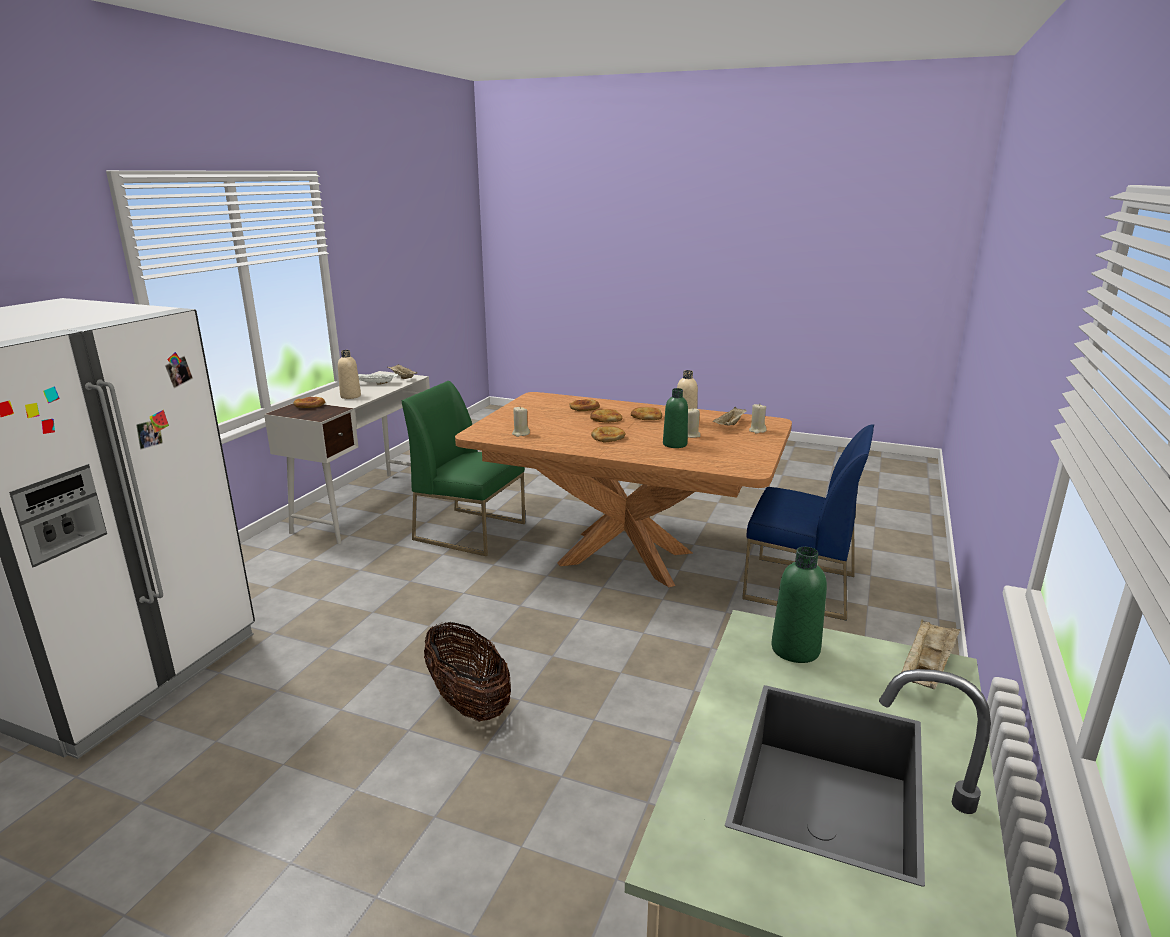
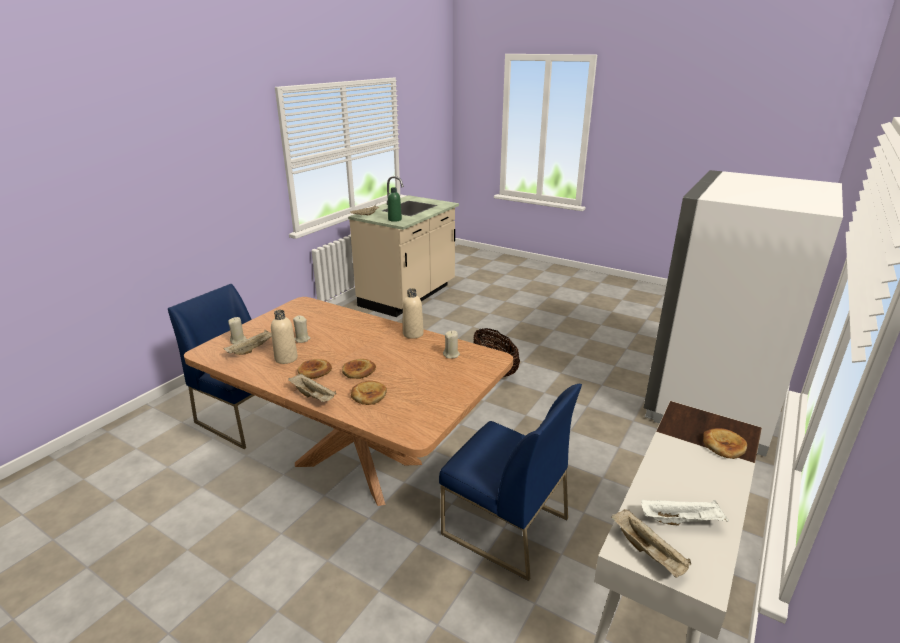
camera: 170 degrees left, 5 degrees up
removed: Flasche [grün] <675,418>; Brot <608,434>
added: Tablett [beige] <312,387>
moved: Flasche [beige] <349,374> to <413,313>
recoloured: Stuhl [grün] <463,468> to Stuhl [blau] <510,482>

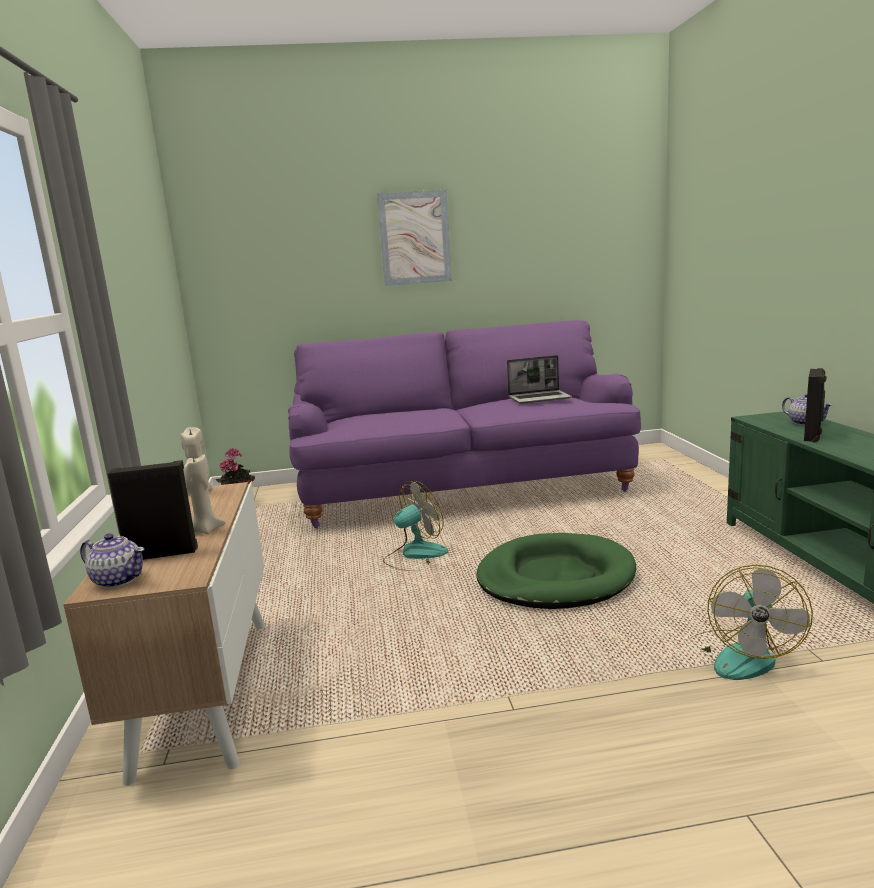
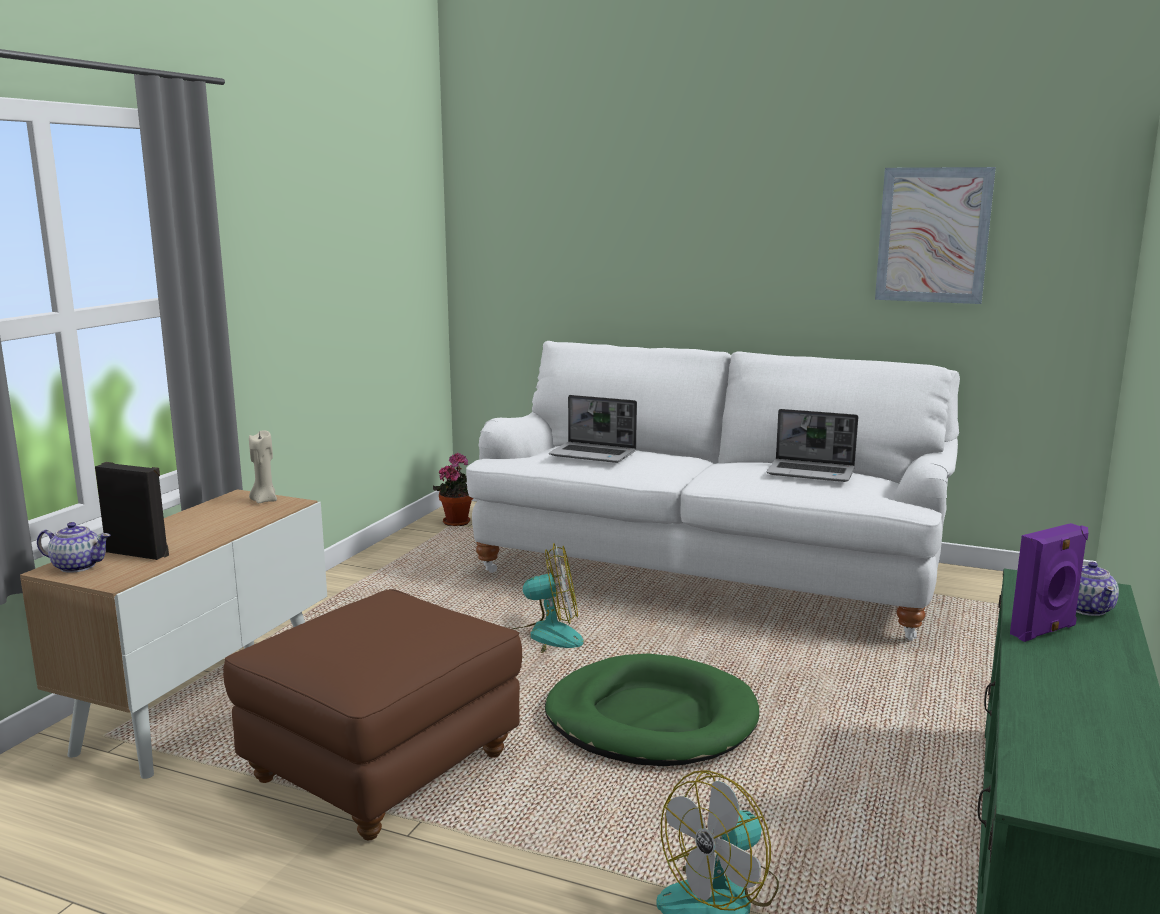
camera: 30 degrees right, 0 degrees up
removed: Kerze [beige] <204,494>
added: Laptop <593,429>; Polsterhocker [braun] <372,714>
moved: Bild <414,238> to <935,235>
recoloured: Sofa [lila] <464,424> to Sofa [weiß] <713,491>; Lautsprecher [schwarz] <815,405> to Lautsprecher [lila] <1049,582>
turned: Teekanne <112,560> = <74,547> 45 degrees counterclockwise

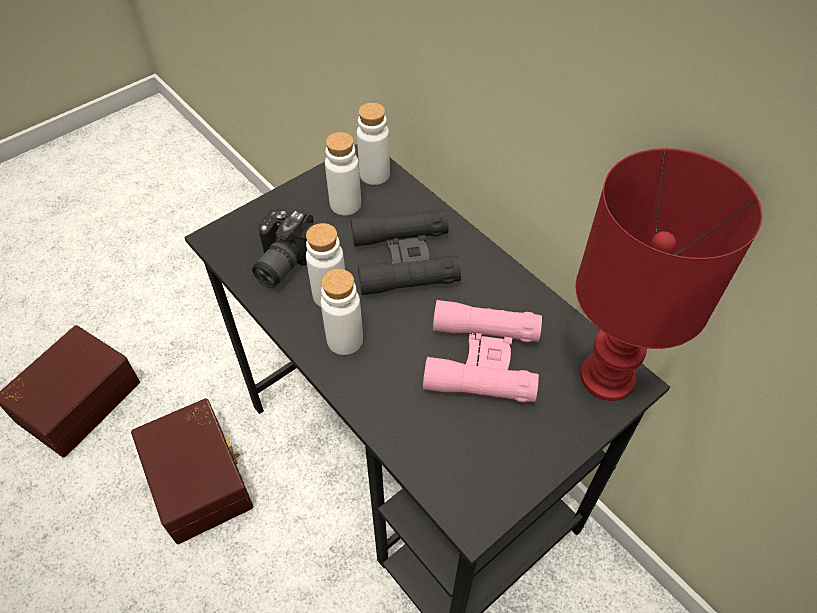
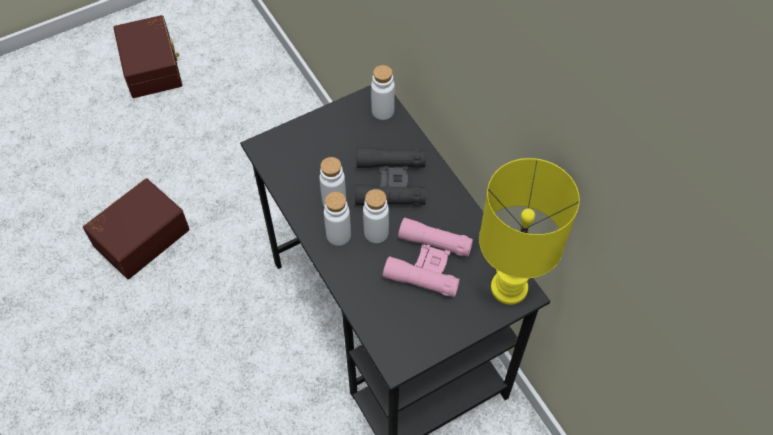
camera: 10 degrees right, 5 degrees up
removed: Kamera <283,248>
moved: Flasche [weiß] <343,173> to <376,216>; Aufbewahrungsbox [braun] <192,471> to <148,56>
recoloured: Tischlampe [rot] <669,274> to Tischlampe [gelb] <529,231>

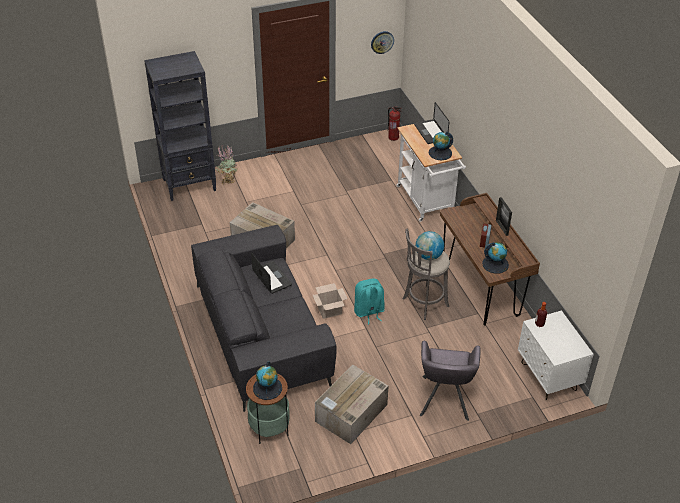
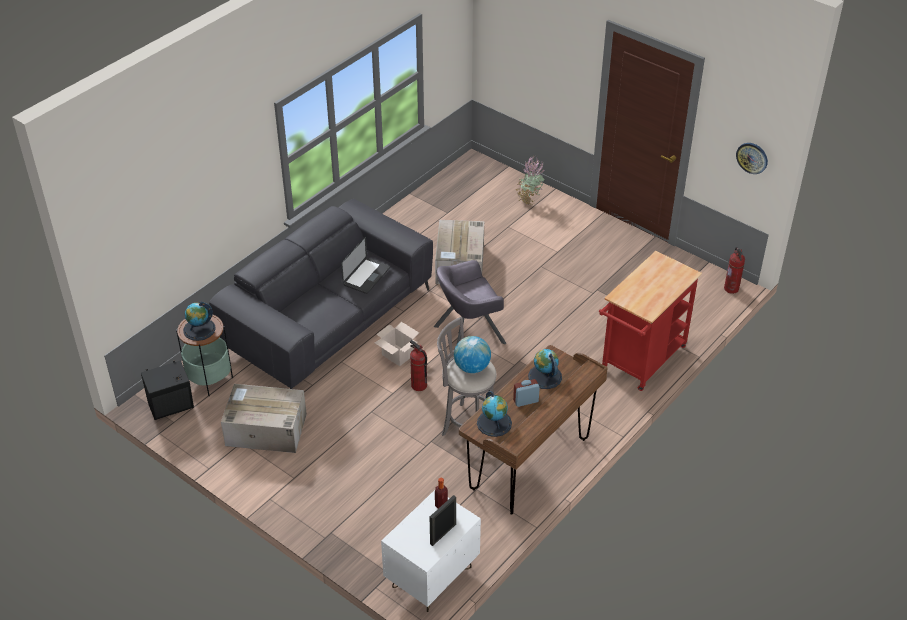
camera: 60 degrees right, 0 degrees up
removed: Bücherregal [schwarz] <180,126>; Laptop <431,123>
added: Lautsprecher [schwarz] <167,390>
moved: Globus <441,146> to <545,369>; Bilderrahmen <504,216> to <443,520>; Sessel [grau] <450,381> to <470,302>
replaced: Rucksack [türkis] <369,301> to Feuerlöscher <418,365>
recoloured: Rollwagen [weiß] <431,173> to Rollwagen [rot] <650,321>

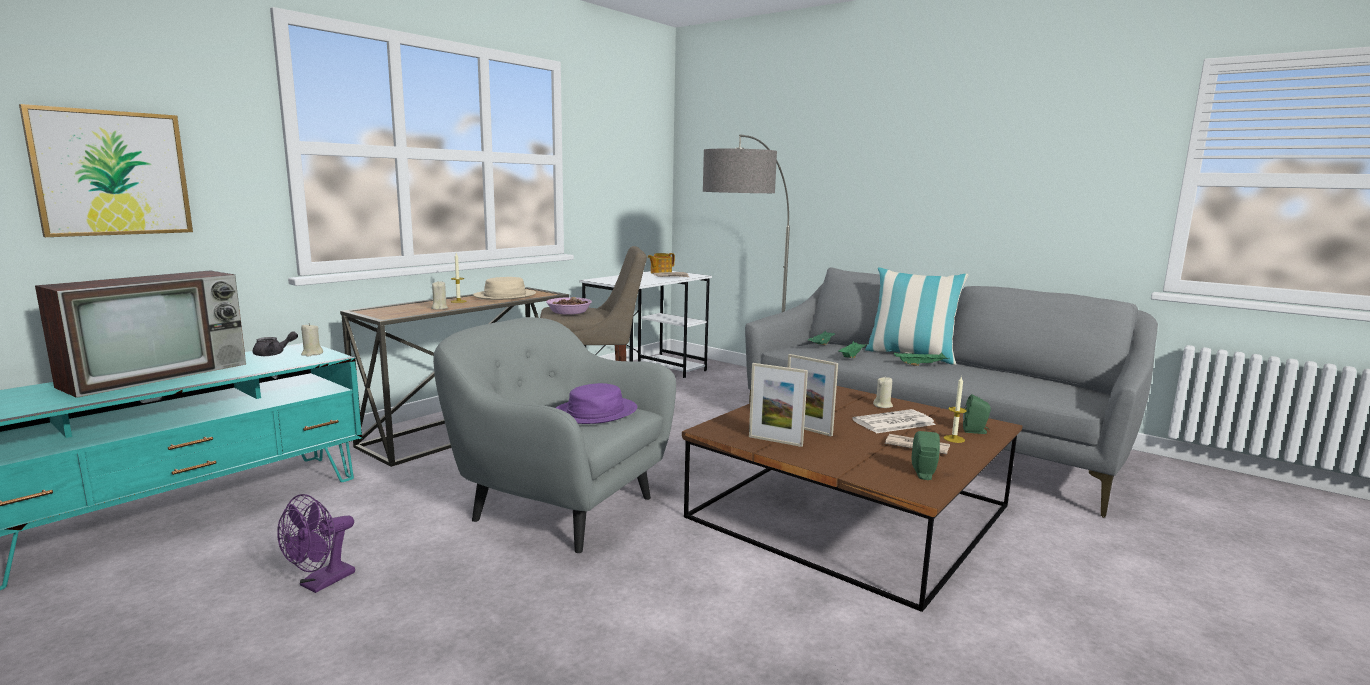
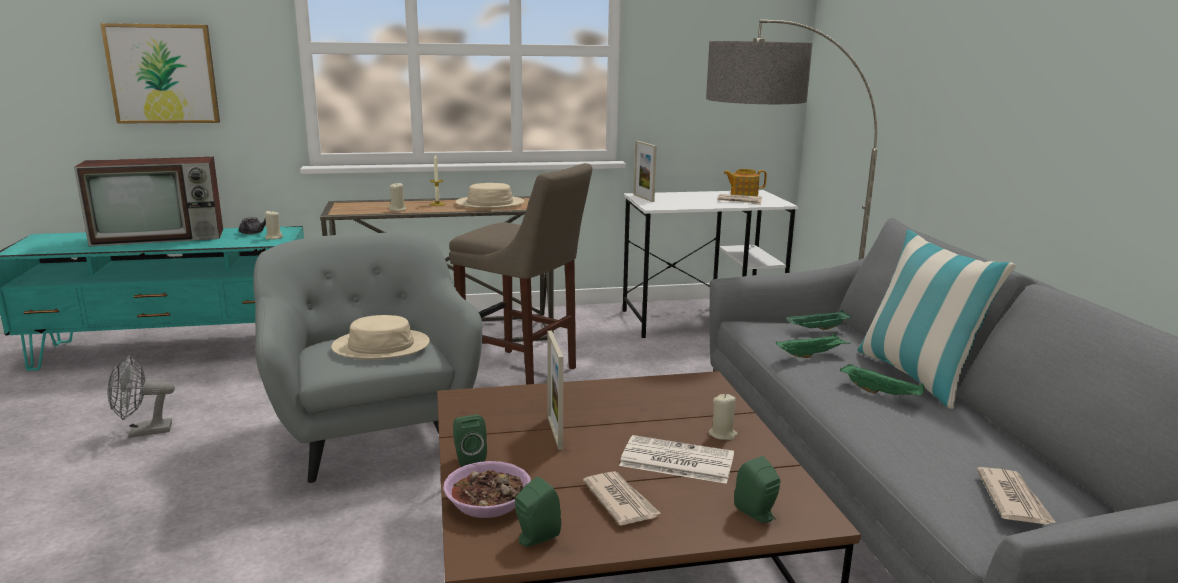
camera: 40 degrees right, 5 degrees up
removed: Kerze <955,409>
added: Lautsprecher [grün] <470,441>; Zeitung <1016,496>
moved: Schüssel <569,306> to <487,489>; Bilderrahmen <778,405> to <645,171>
recoloured: Hut [lila] <596,403> to Hut [beige] <380,337>; Ventilator [lila] <316,543> to Ventilator [grau] <141,396>

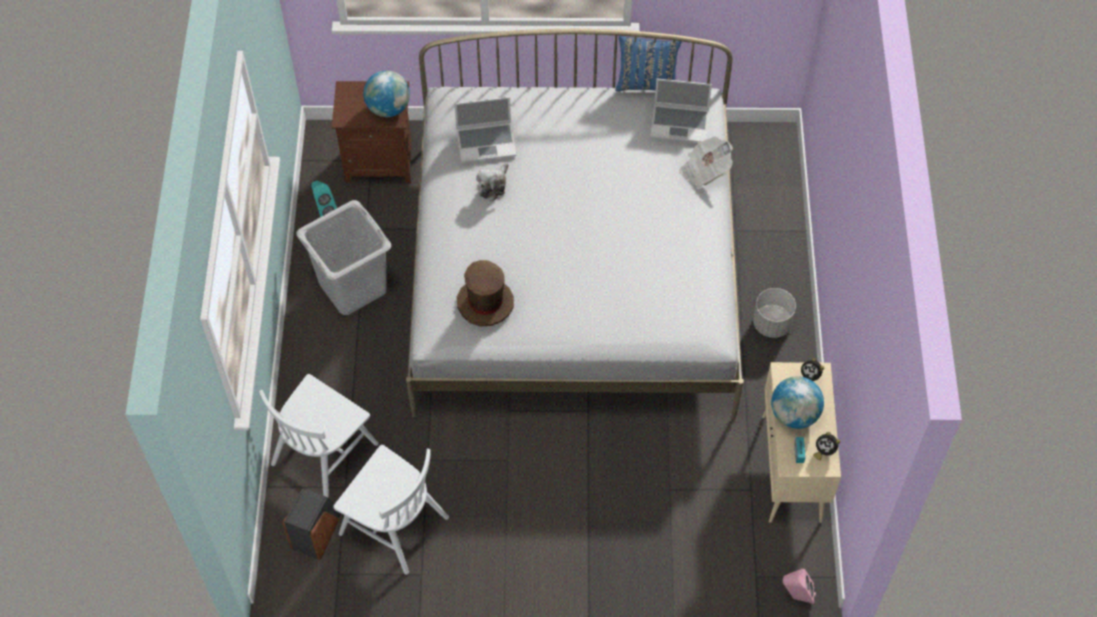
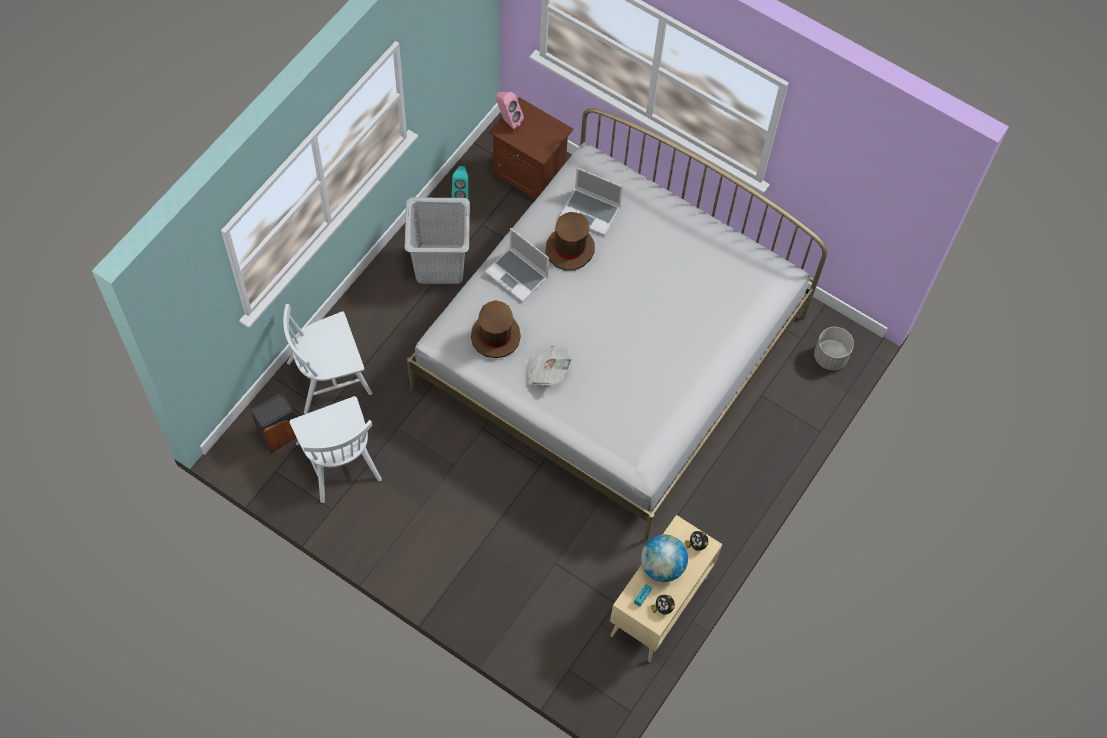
camera: 30 degrees right, 5 degrees up
removed: Kissen [blau] <648,63>; Globus <386,93>
moved: Laptop <681,110> to <517,265>; Zeitung <706,162> to <548,366>; Pflanzkübel [grau] <774,313> to <834,348>; Lautsprecher [rosa] <799,586> to <510,111>
replaced: Plüschtier <492,182> to Hut [braun] <570,241>

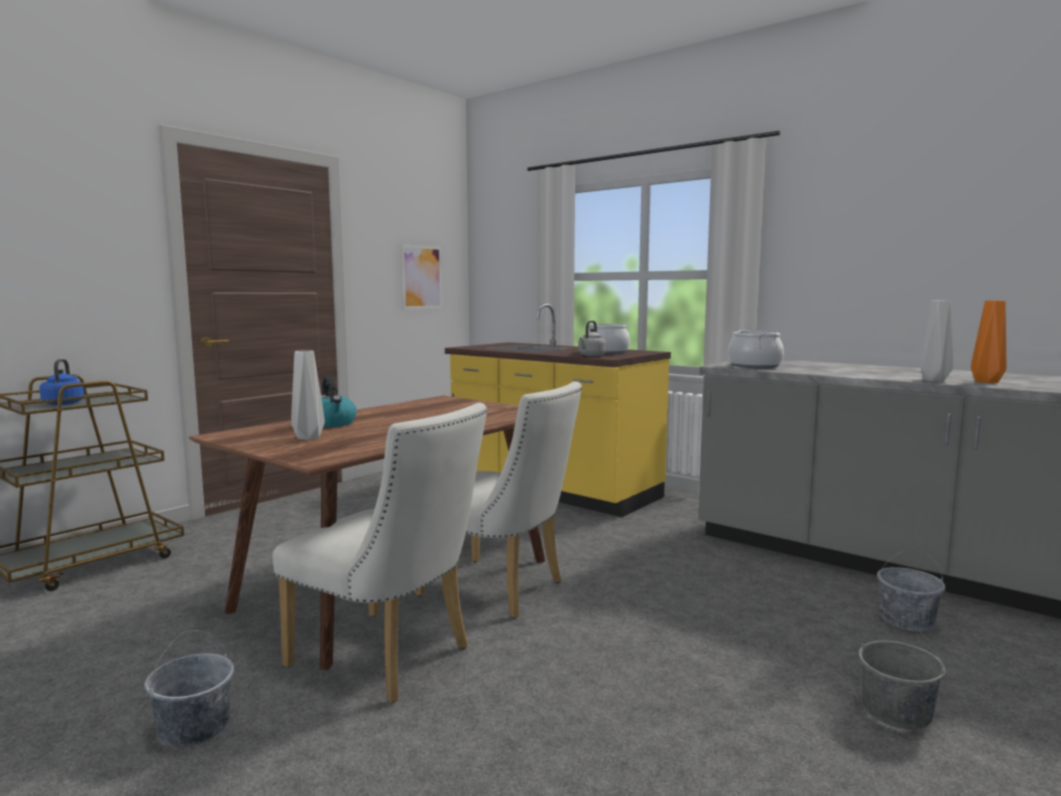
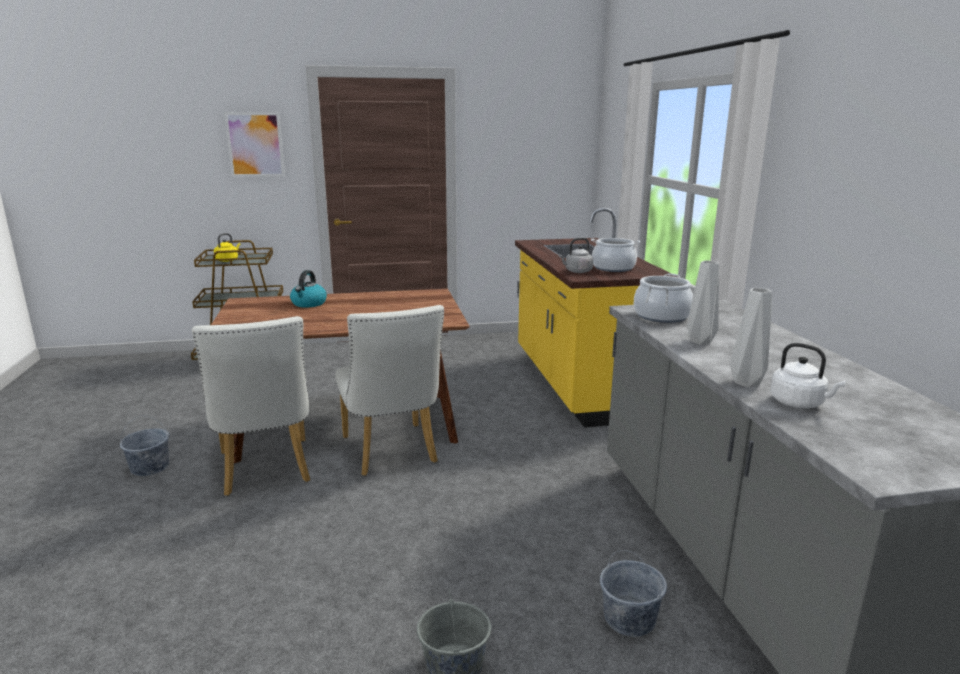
camera: 40 degrees right, 10 degrees up
moved: Bild <421,276> to <254,144>; Vase [grau] <308,395> to <703,302>
replaced: Vase [orange] <988,341> to Wasserkessel [weiß] <808,375>
recoloured: Wasserkessel [blau] <62,382> to Wasserkessel [gelb] <227,247>

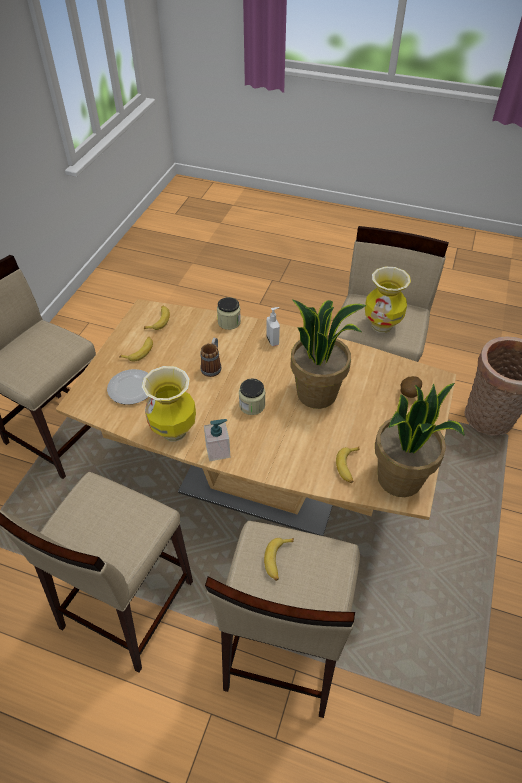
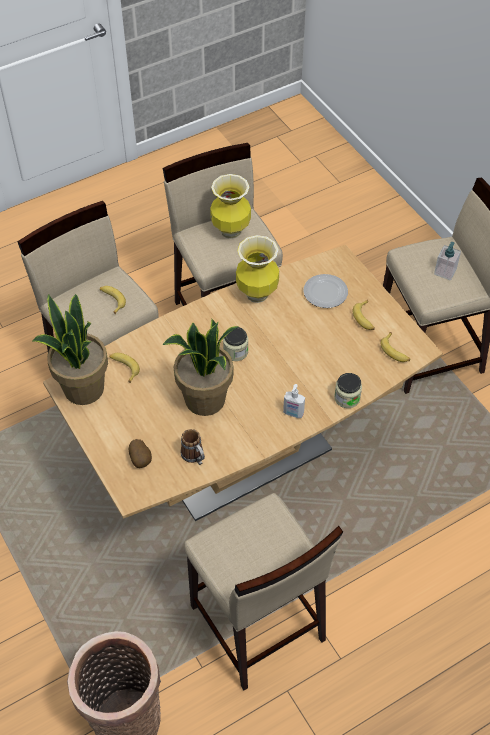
camera: 130 degrees right, 5 degrees up
moved: Vase <388,300> to <230,206>; Henkelbecher <210,357> to <193,447>; Seifenspender <217,440> to <447,261>

